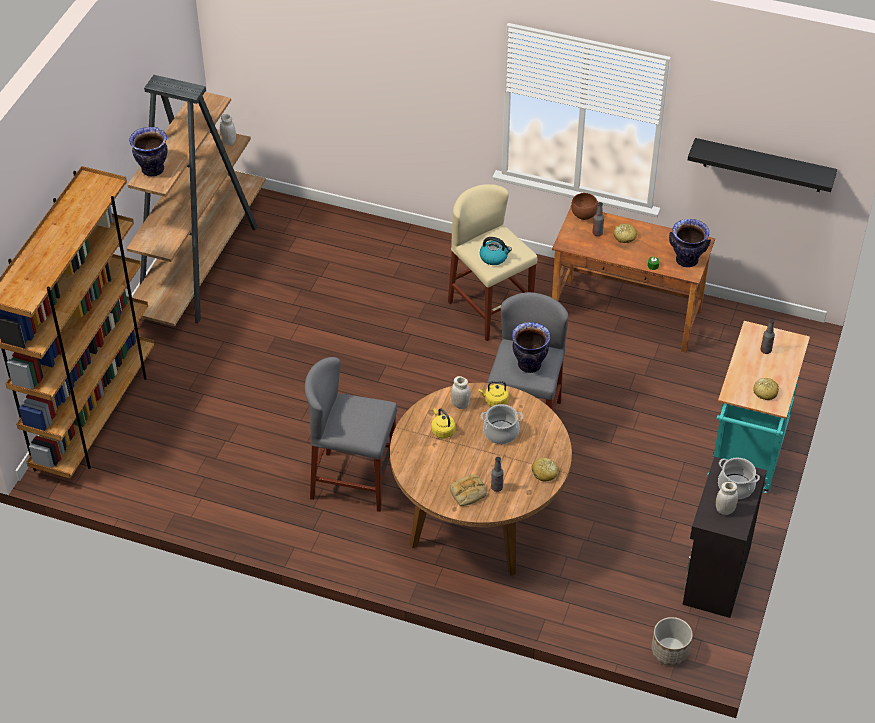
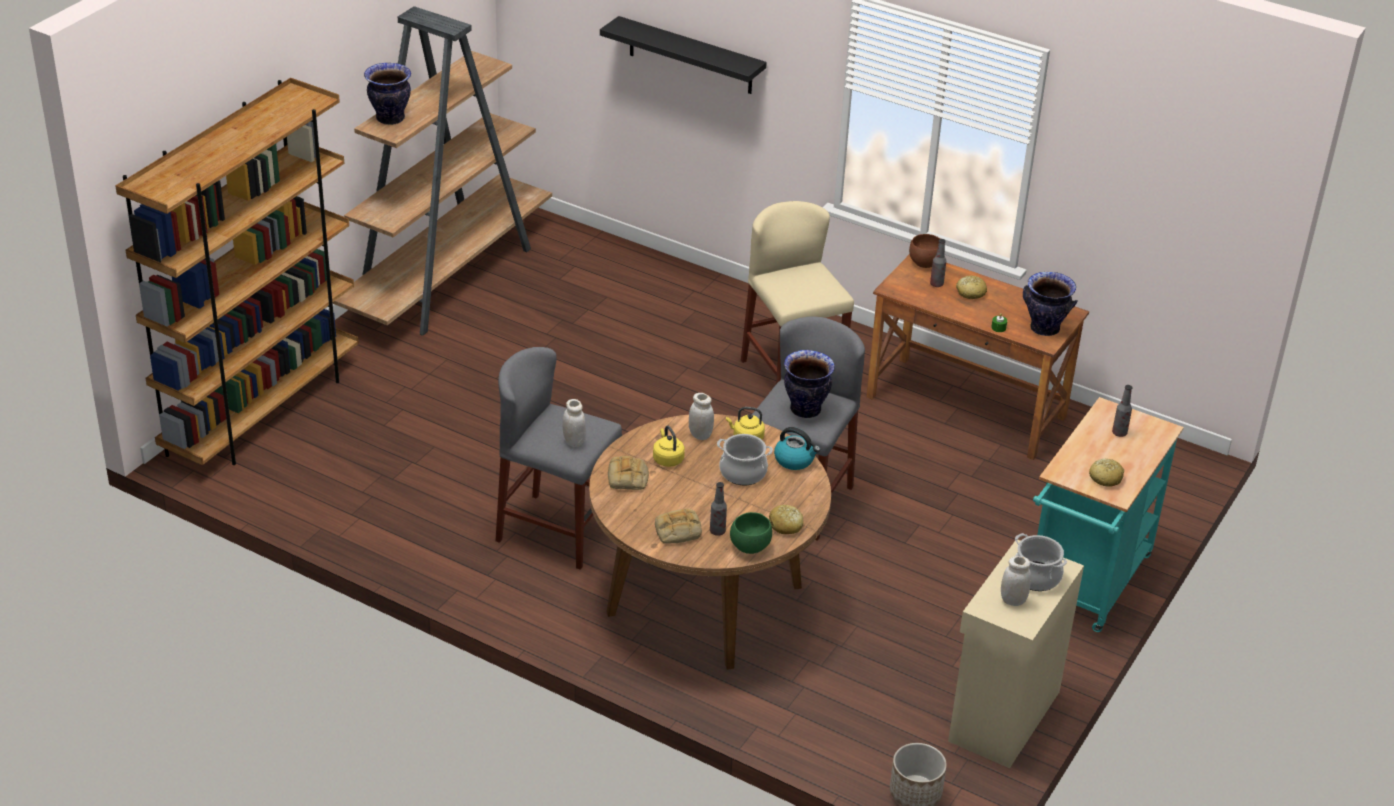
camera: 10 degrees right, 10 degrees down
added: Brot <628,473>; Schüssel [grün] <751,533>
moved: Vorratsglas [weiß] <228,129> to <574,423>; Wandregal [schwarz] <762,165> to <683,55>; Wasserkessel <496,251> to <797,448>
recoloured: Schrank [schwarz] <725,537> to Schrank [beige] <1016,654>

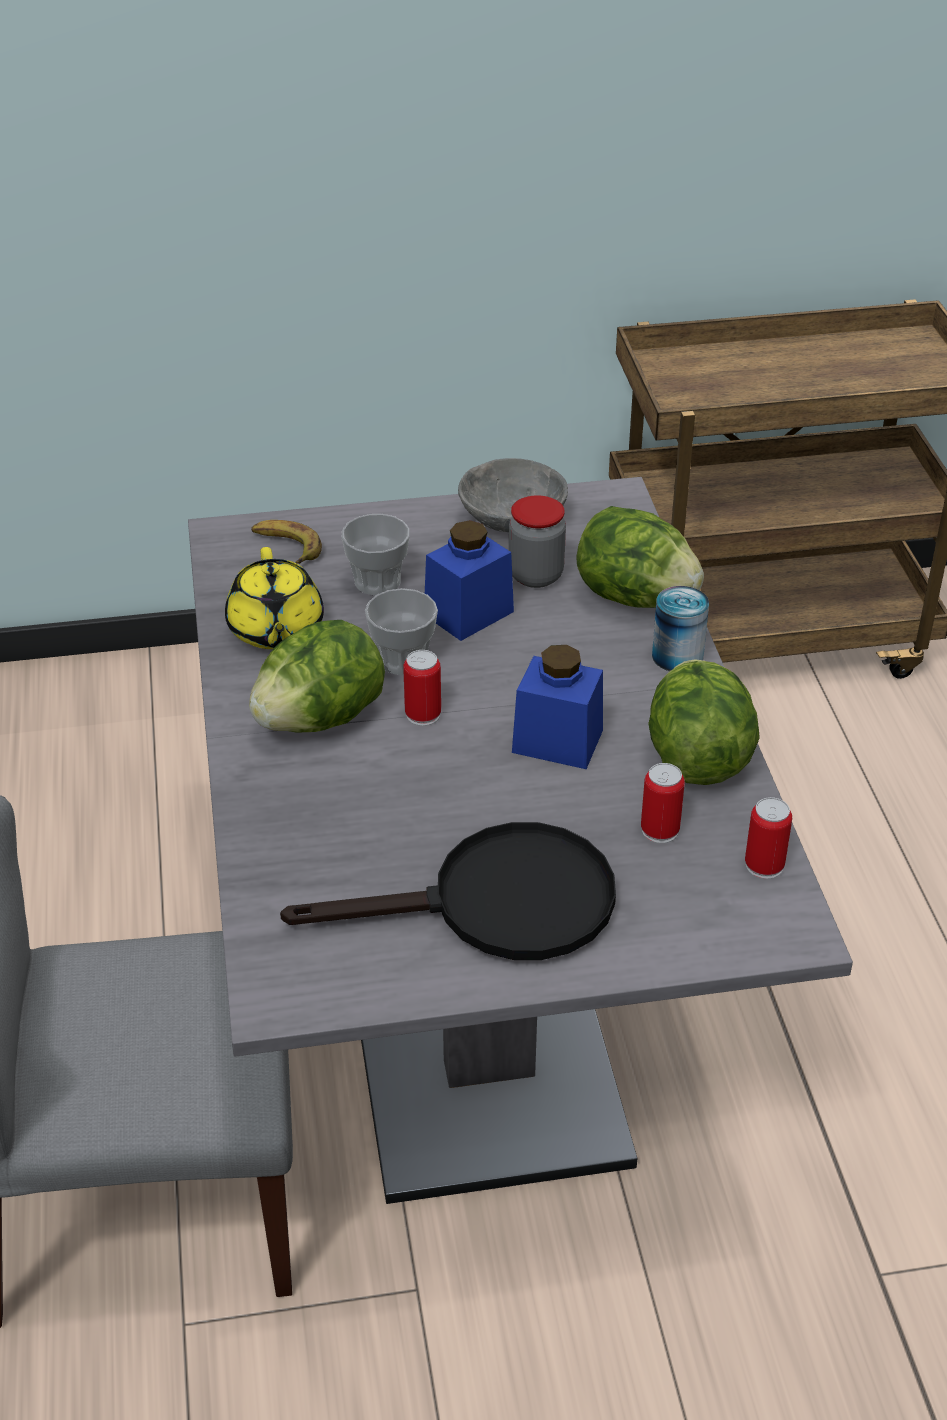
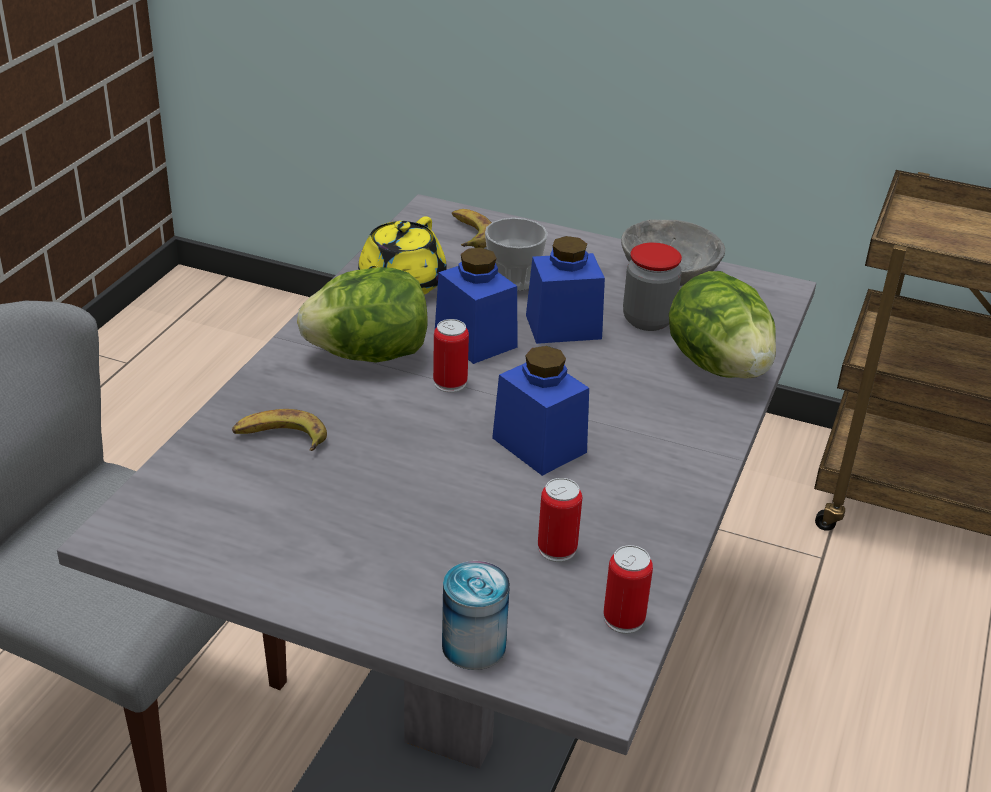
camera: 30 degrees right, 5 degrees down
removed: Salatkopf <704,722>; Pfanne [schwarz] <448,891>
added: Banane <279,430>
moved: Dose <680,628> to <476,615>
replaced: Tasse <401,631> to Vorratsglas [blau] <476,306>

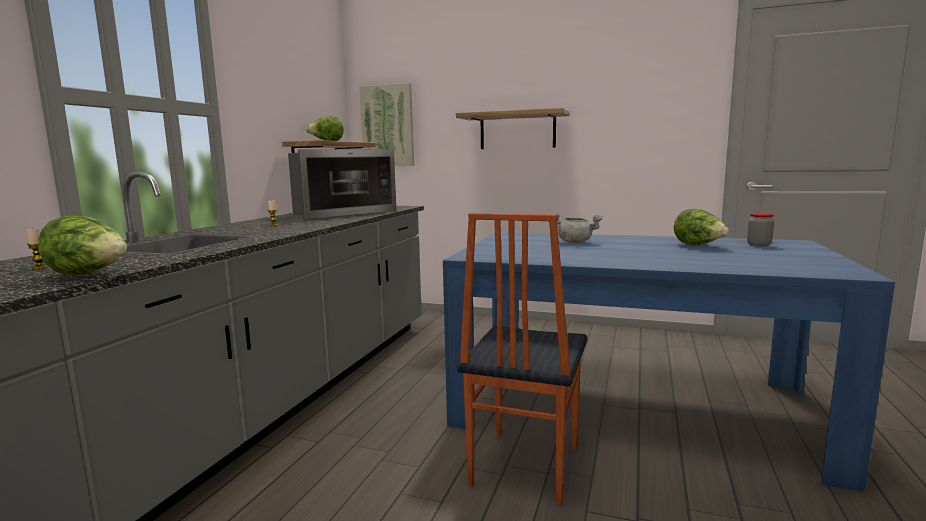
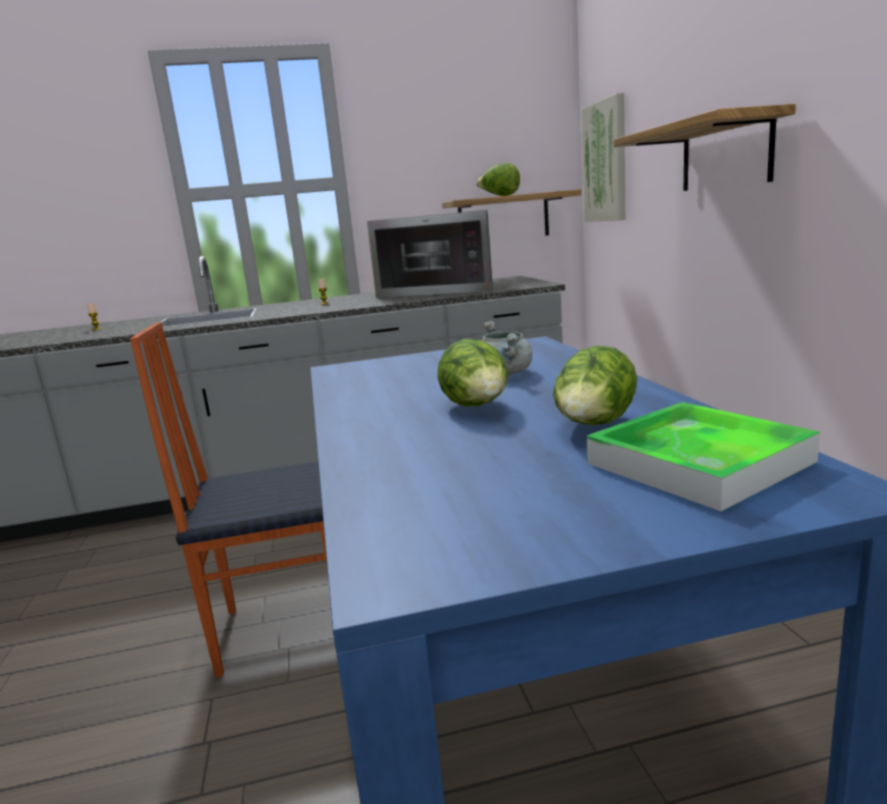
camera: 60 degrees right, 5 degrees up
moved: Salatkopf <82,245> to <472,373>
replaced: Vorratsglas <760,230> to Tablett <703,456>

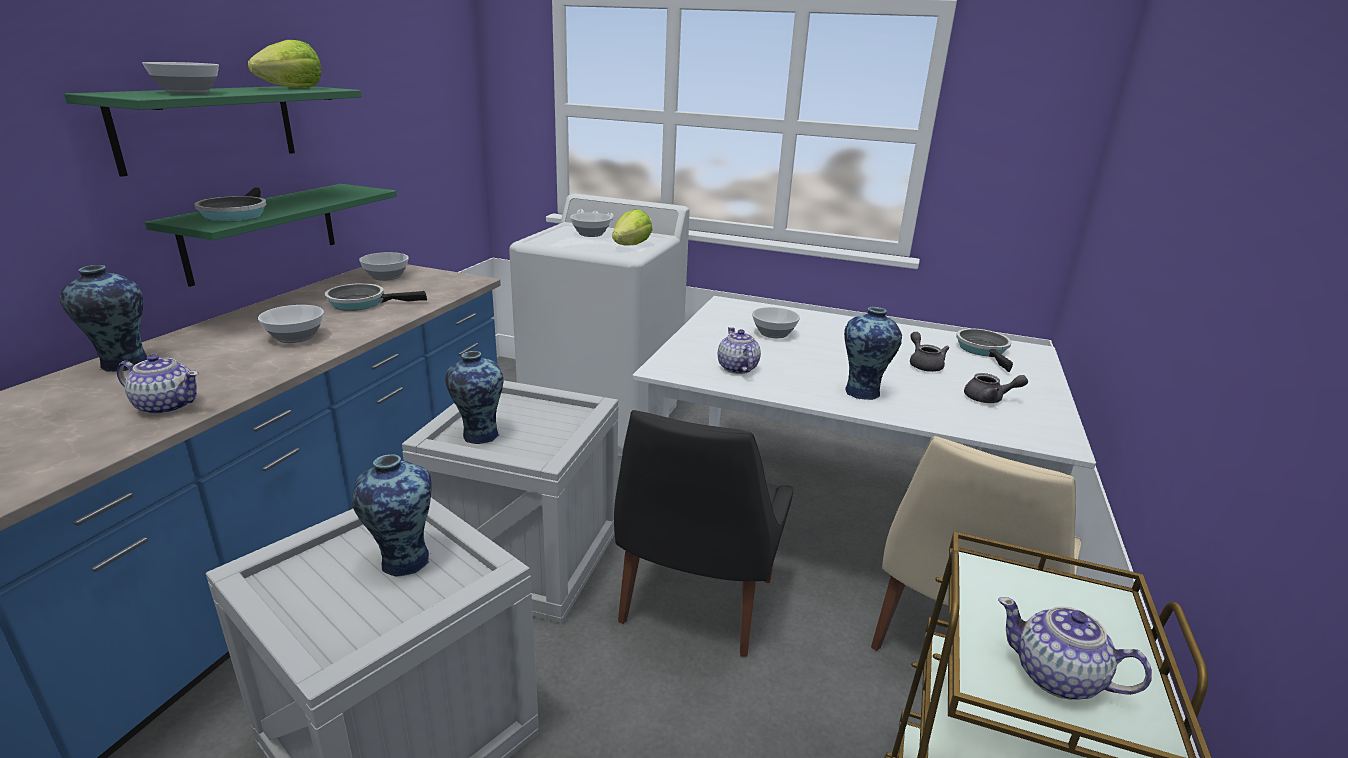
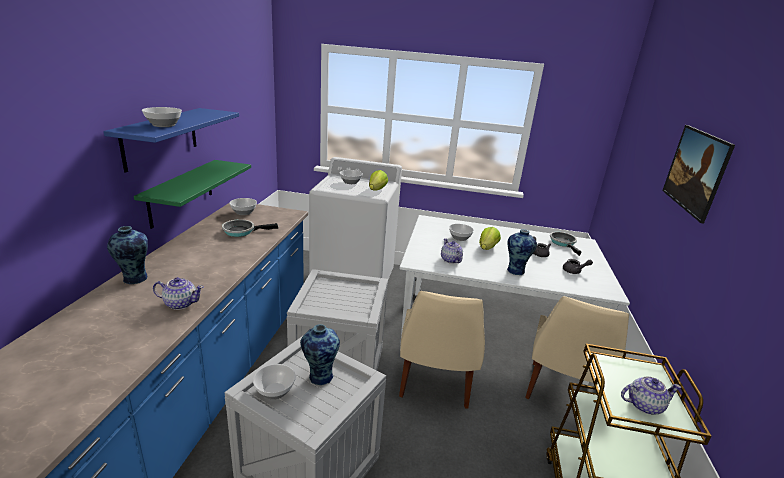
camera: 10 degrees left, 0 degrees up
removed: Pfanne <230,205>; Vase <474,397>
added: Bild <698,174>
moved: Salatkopf <284,64> to <490,238>; Schüssel <291,324> to <274,382>
recoloured: Wandregal [grün] <213,131> to Wandregal [blau] <171,140>; Stuhl [schwarz] <704,533> to Stuhl [beige] <442,350>
turned: Teekanne <1075,648> = <651,395> 150 degrees clockwise

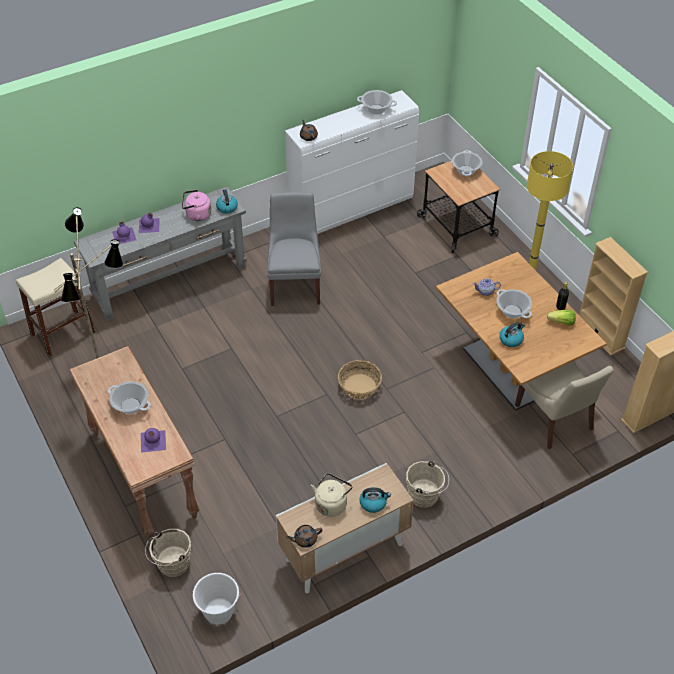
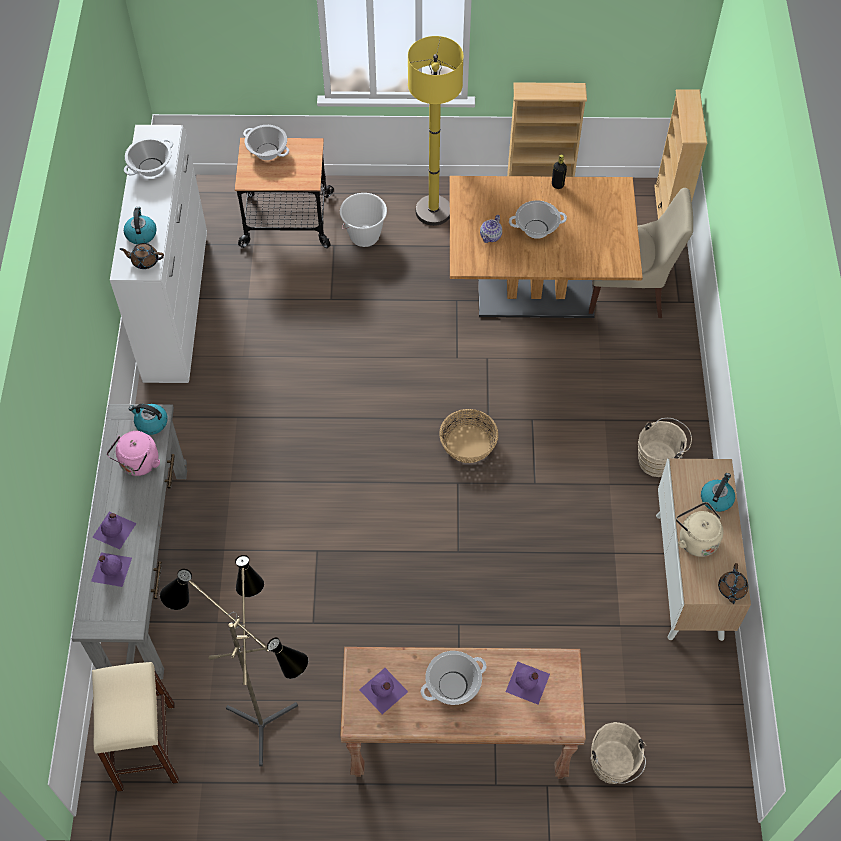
camera: 60 degrees left, 10 degrees up
removed: Stuhl [grau] <294,249>; Salatkopf <561,318>
added: Flasche [lila] <383,691>
moved: Wasserkessel <512,334> to <140,225>; Eimer [weiß] <217,598> to <363,220>

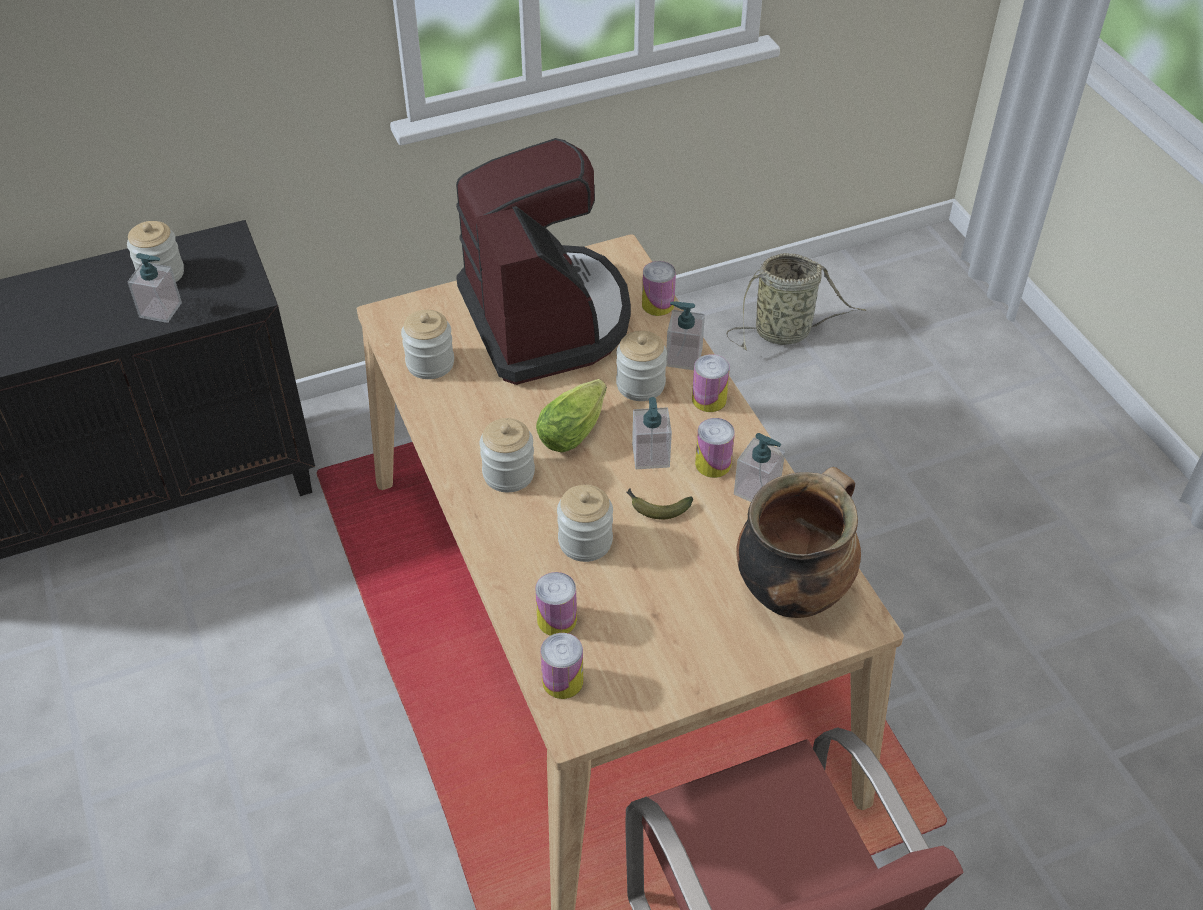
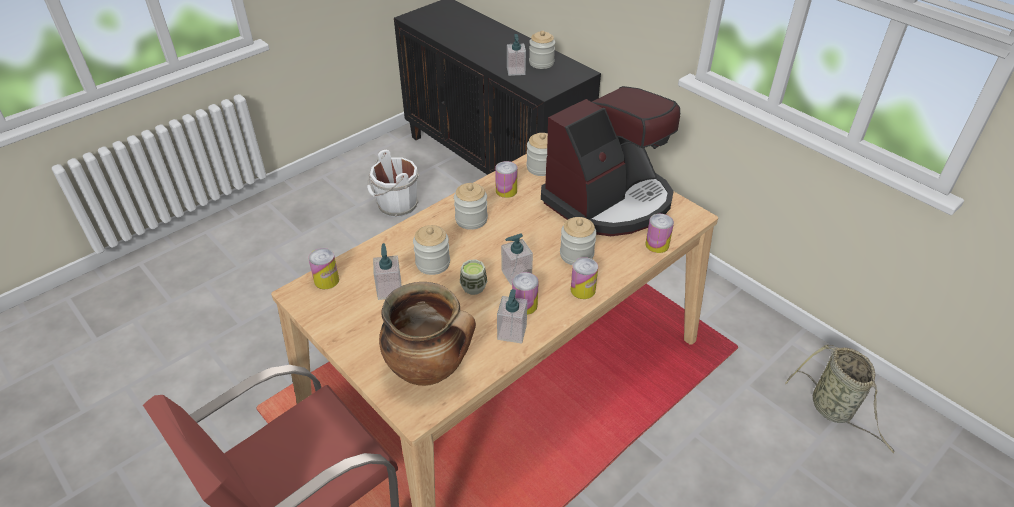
camera: 70 degrees right, 5 degrees down
removed: Salatkopf <571,415>
added: Eimer [weiß] <393,183>
moved: Seifenspender <685,335> to <387,271>; Dose <556,604> to <506,179>
replaced: Banane <660,503> to Tasse <473,277>

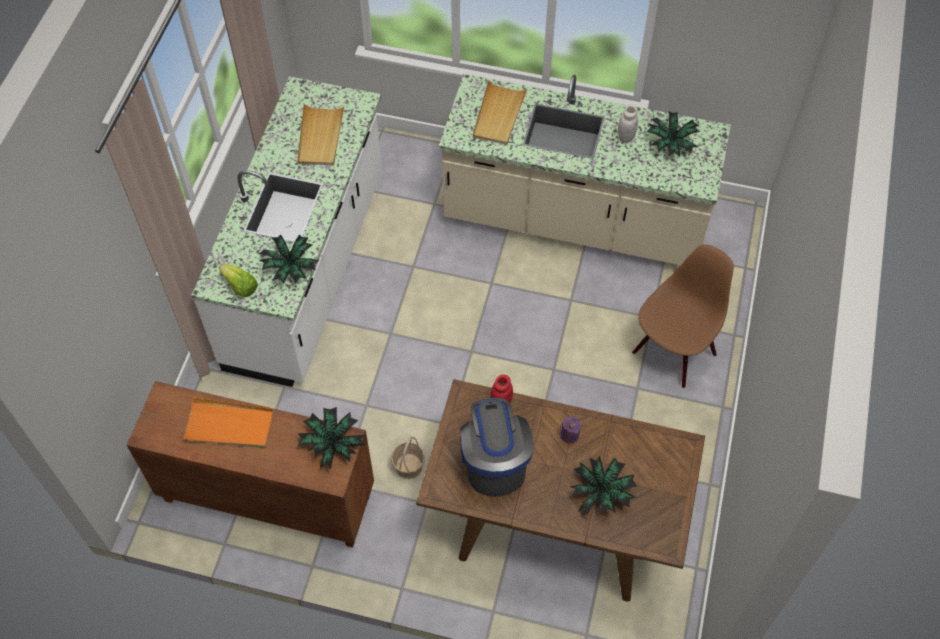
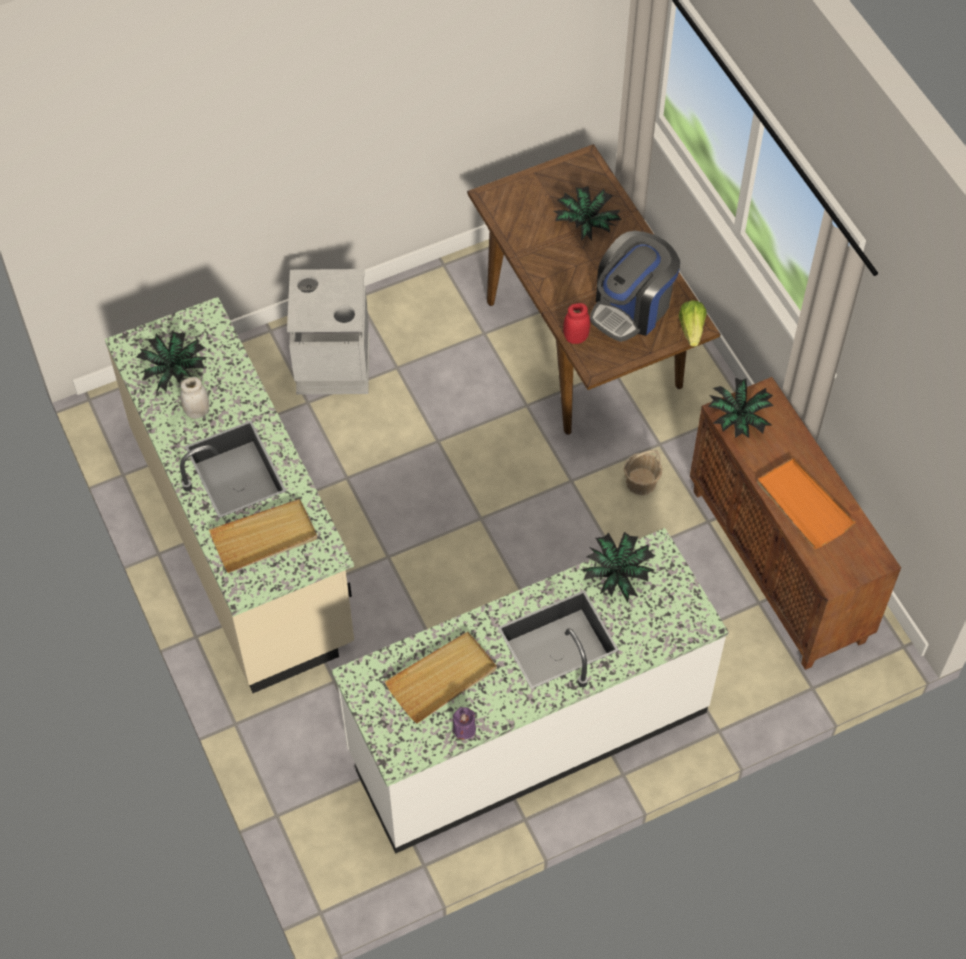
camera: 130 degrees left, 0 degrees up
moved: Salatkopf <238,280> to <693,323>; Kerze [lila] <570,430> to <464,723>
replaced: Stuhl [braun] <683,316> to Mülleimer [grau] <328,332>

